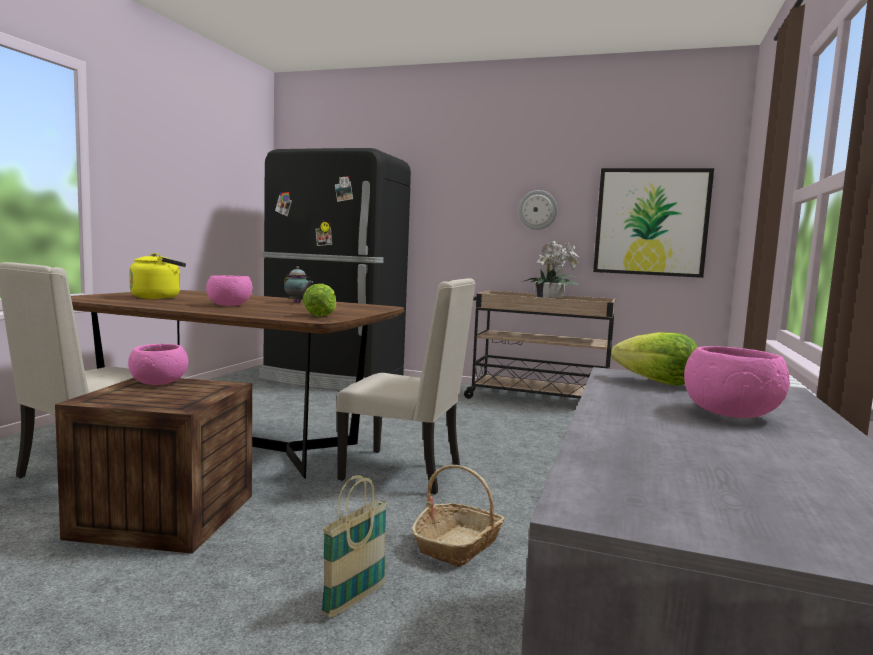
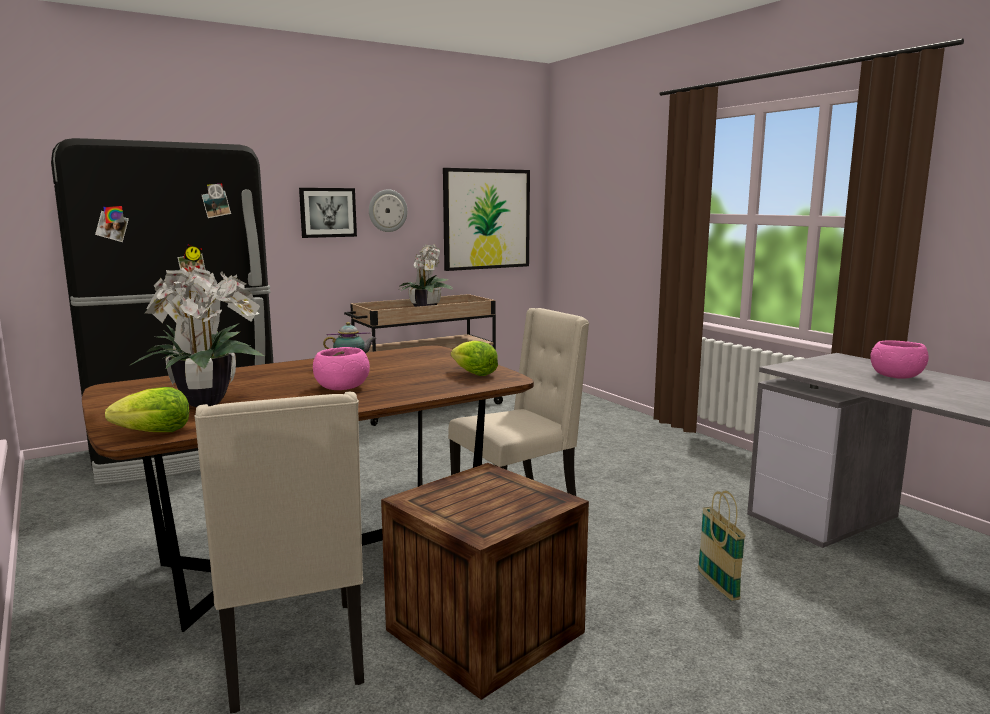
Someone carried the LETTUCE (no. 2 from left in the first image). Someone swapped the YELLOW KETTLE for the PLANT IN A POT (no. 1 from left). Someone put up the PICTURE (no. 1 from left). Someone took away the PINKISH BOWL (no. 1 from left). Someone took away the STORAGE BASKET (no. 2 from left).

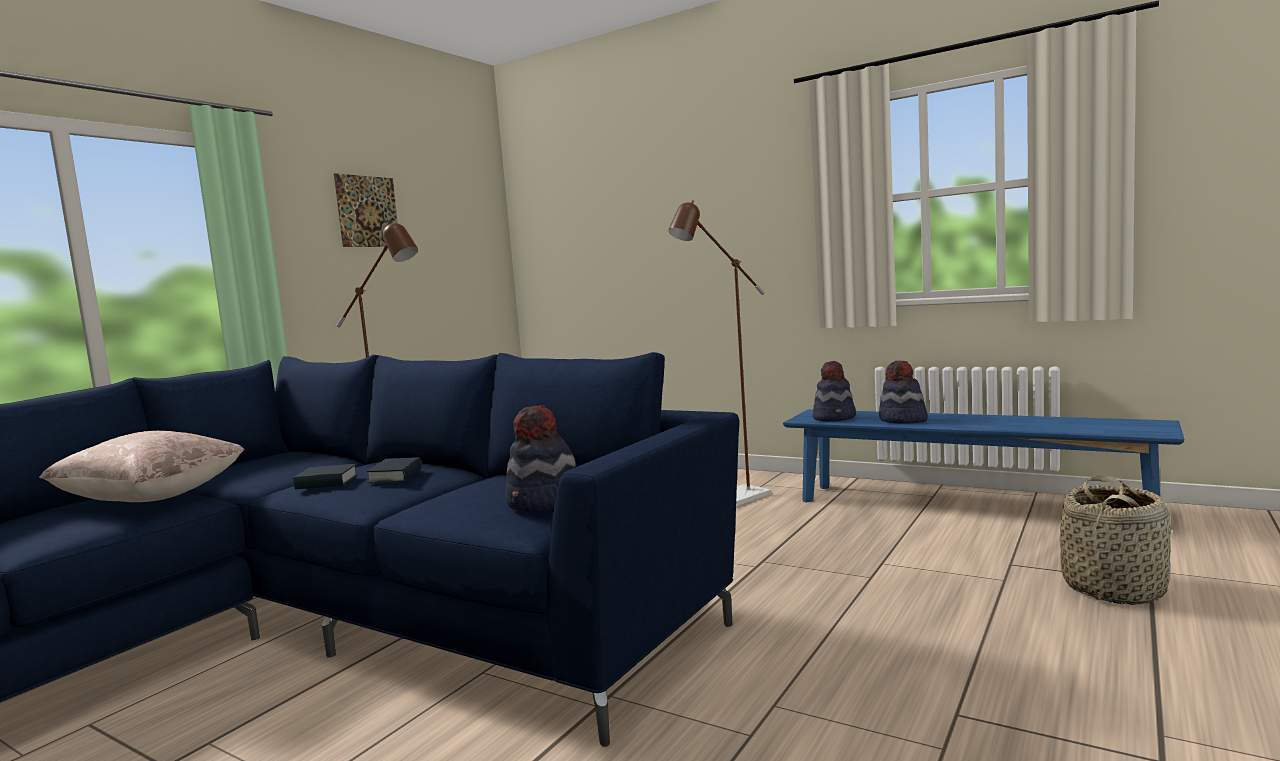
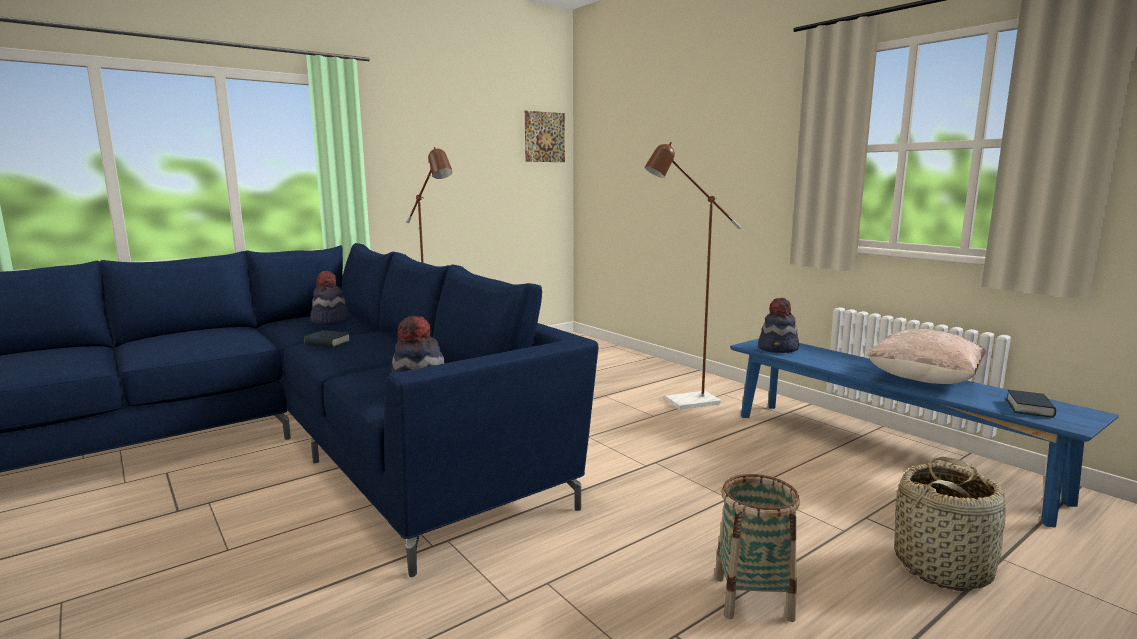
Someone carried the WEARABLE HAT (no. 3 from left in the first image). Someone carried the PICTURE. Someone put down the STORAGE BASKET (no. 1 from left). Someone carried the BEIGE THROW PILLOW. Someone carried the VOLUME (no. 2 from left).

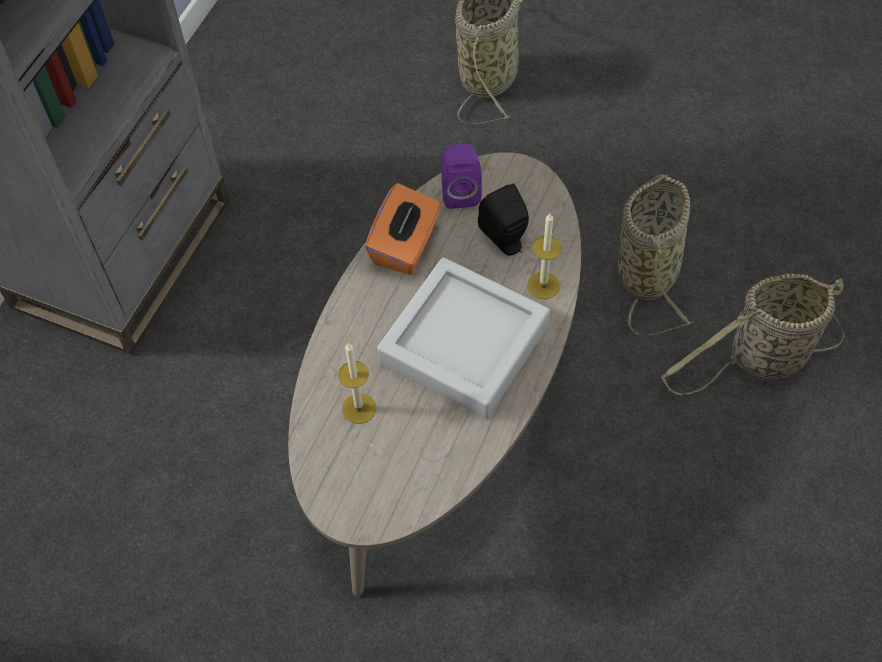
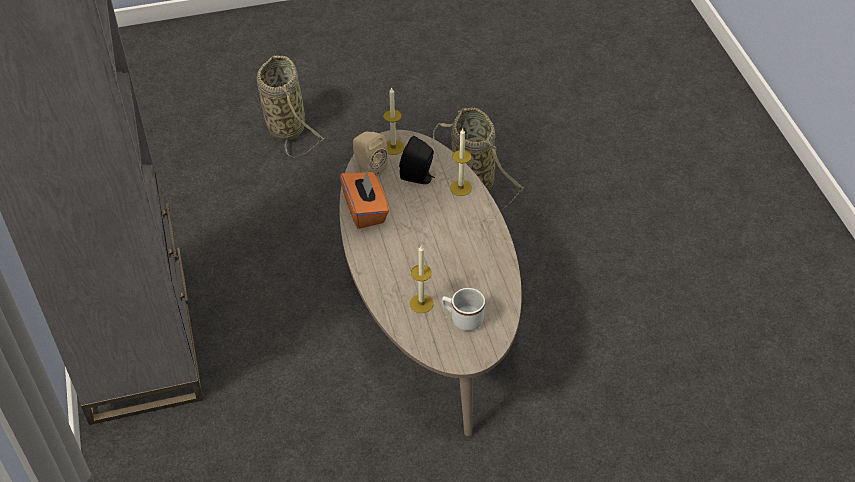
Someone repainted the PURPLISH LOUDSPEAKER, which became the BEIGE LOUDSPEAKER. Someone put down the WAX LIGHT (no. 1 from left). Someone put down the WHITE TEA MUG. Someone took away the GREY TRAY. Someone took away the STORAGE BASKET (no. 3 from left).

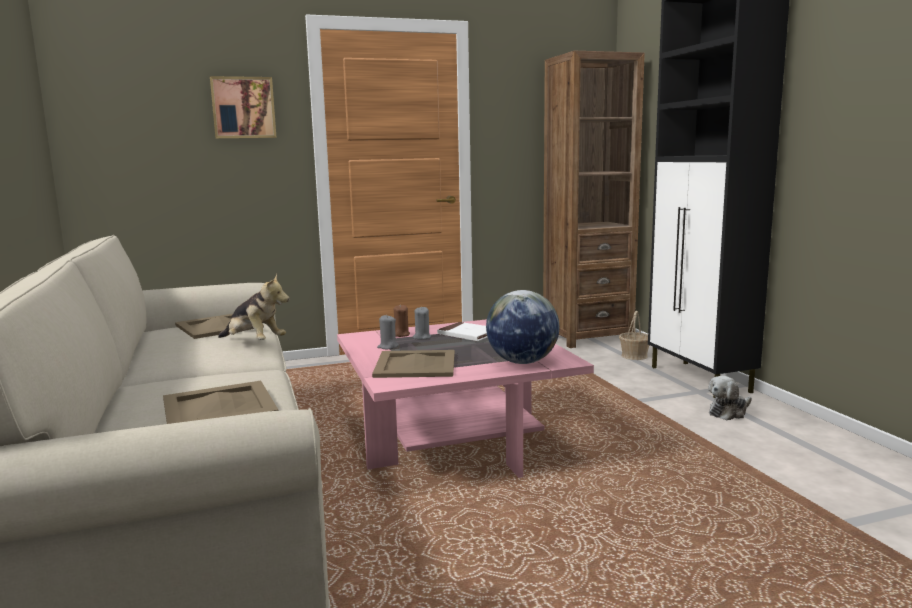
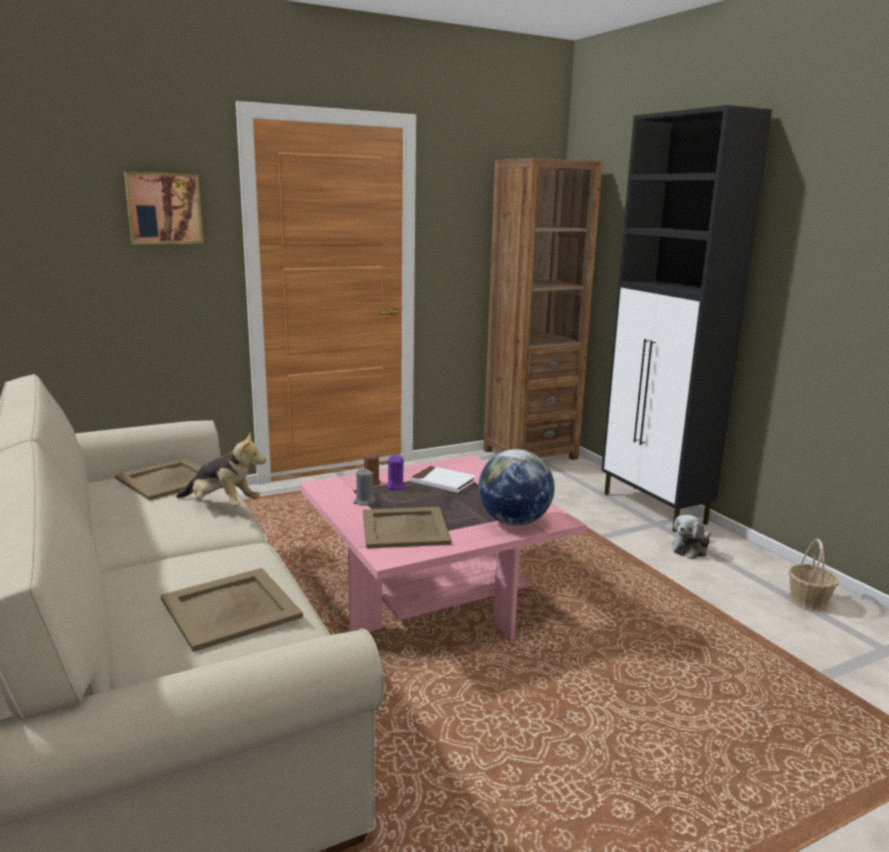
Someone repainted the GREY WAX LIGHT (no. 2 from left), which became the PURPLISH WAX LIGHT. Someone carried the STORAGE BASKET.

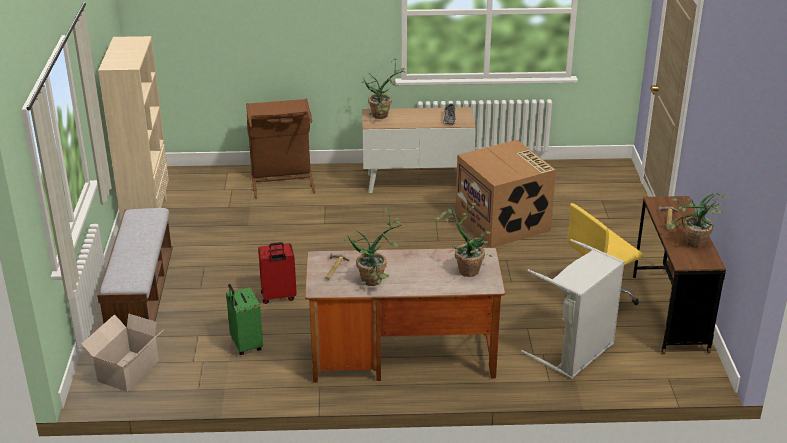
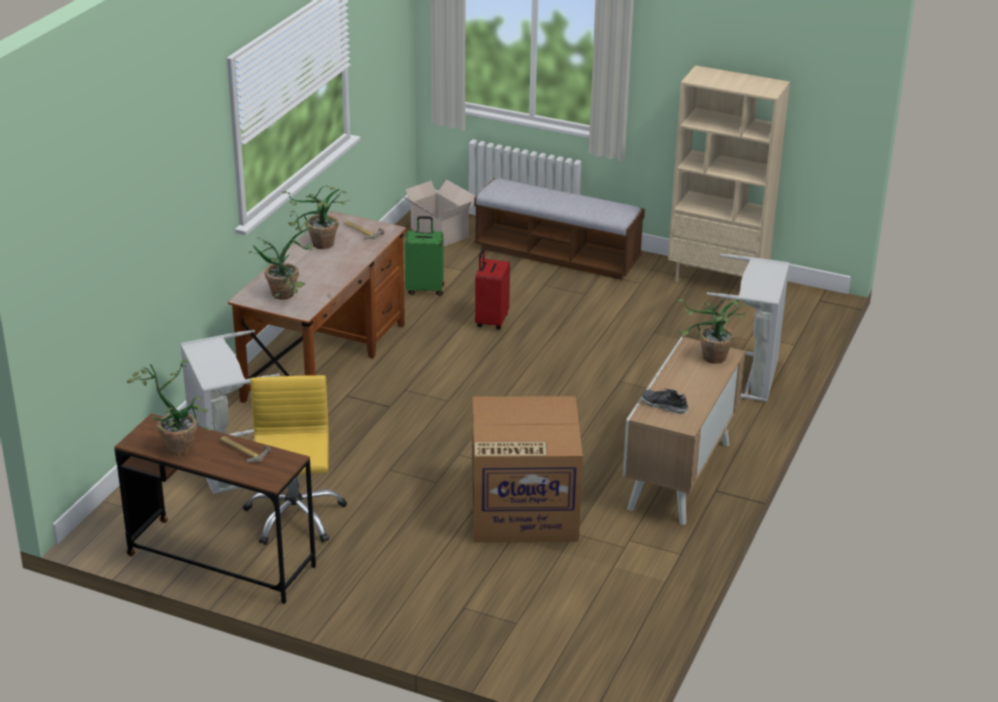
Someone repainted the BROWN WASHING BASKET, which became the GREY WASHING BASKET (no. 2 from left).

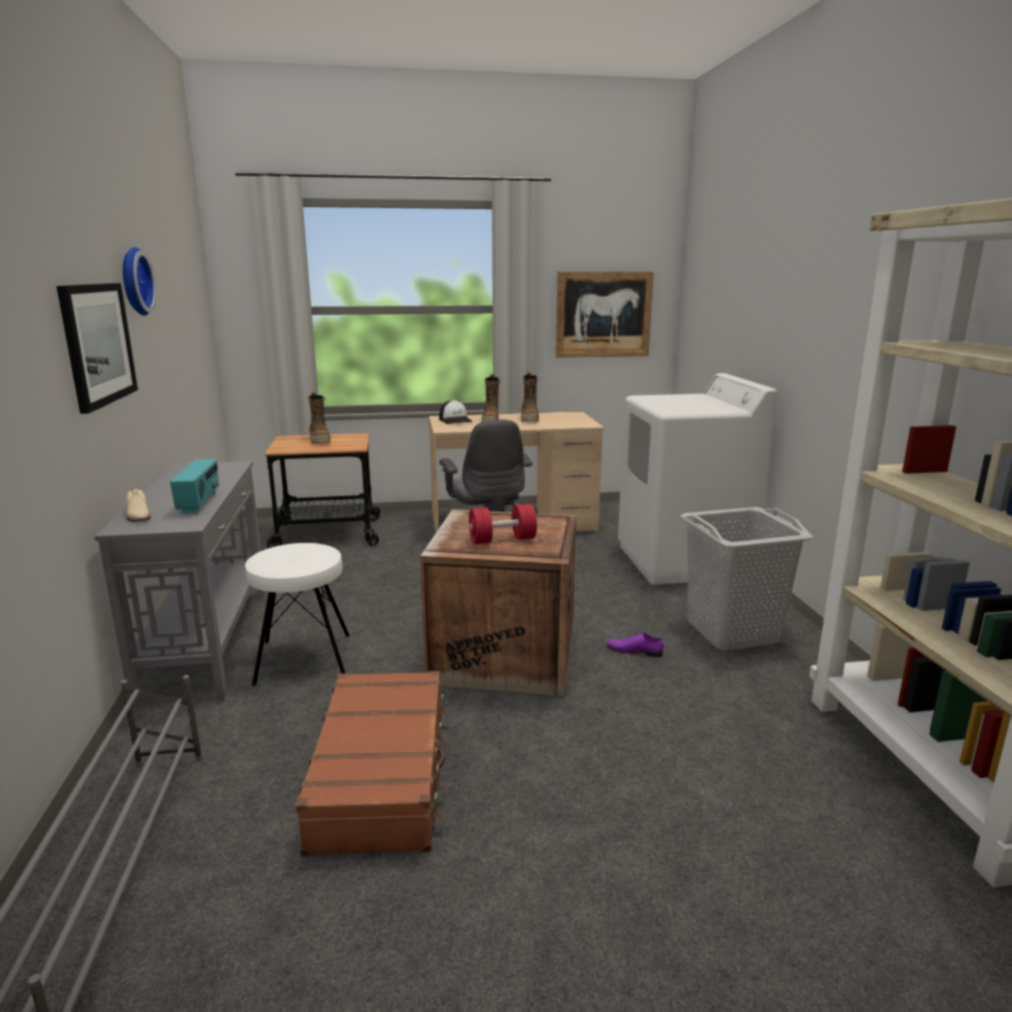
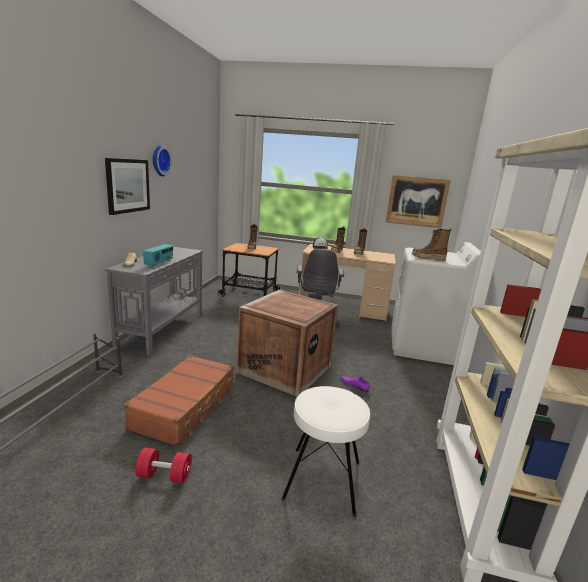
Someone carried the RED-COLOURED HAND WEIGHT. Someone carried the WHITE SITTING STOOL. Someone put down the BOOT (no. 4 from left). Someone took away the GREY WASHING BASKET.

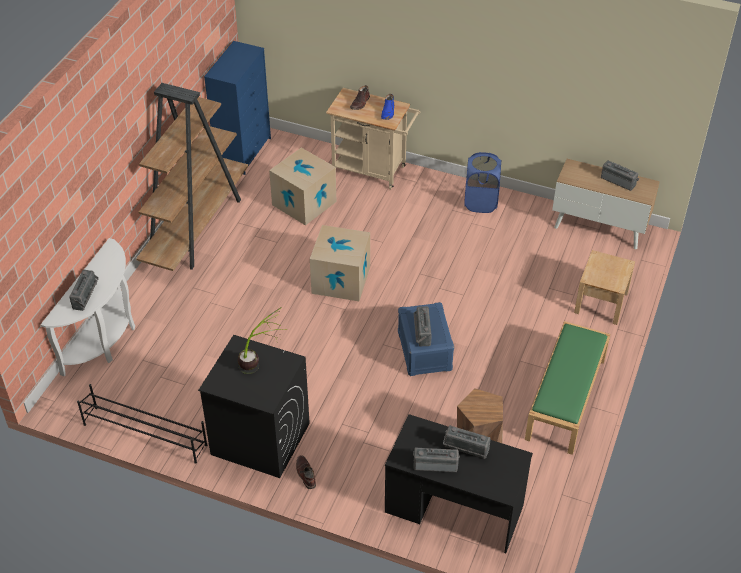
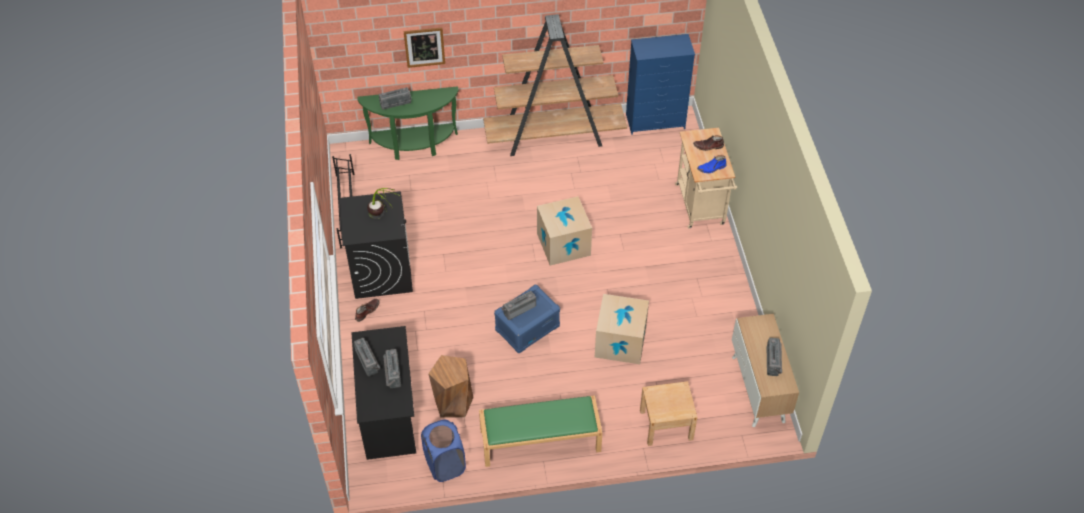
Someone repainted the WHITE CONSOLE TABLE, which became the GREEN CONSOLE TABLE. Someone put up the PICTURE. Someone carried the BLUE WASHING BASKET. Someone carried the PACKING BOX (no. 1 from left in the first image).

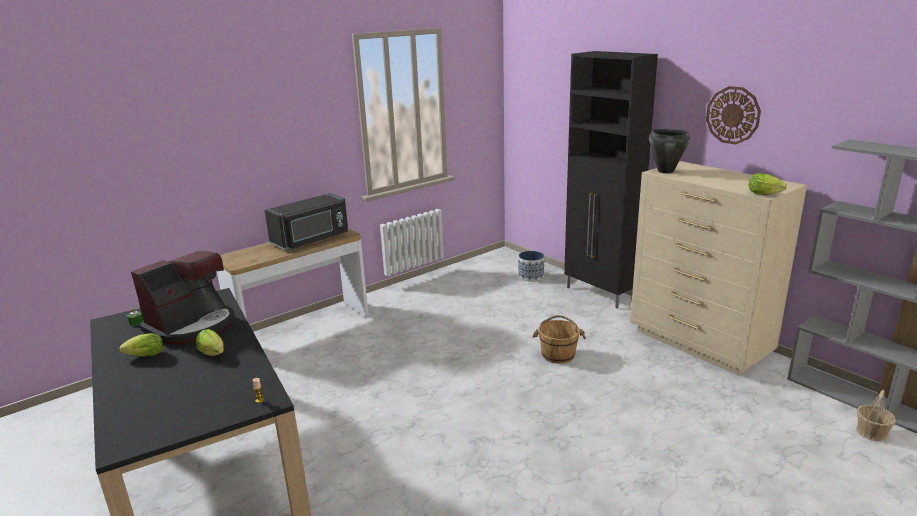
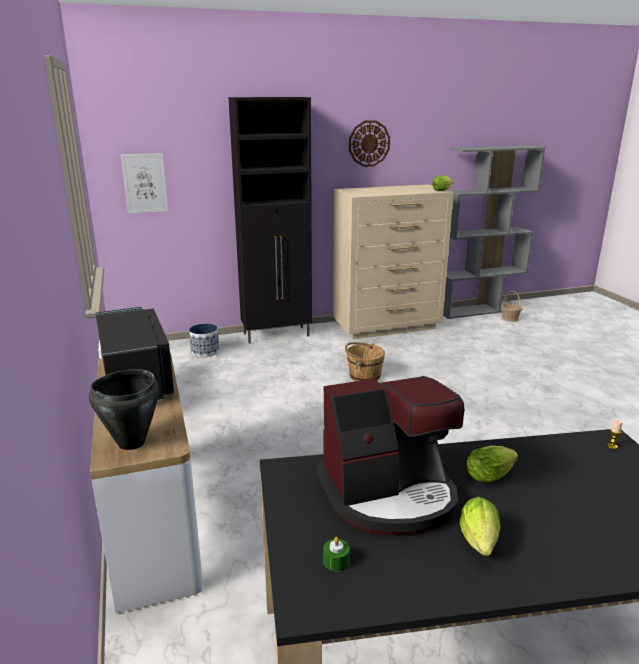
Someone carried the BLACK COOKING POT. Someone put up the PICTURE. Someone rotated the COFFEE BREWER by 105 degrees clockwise.

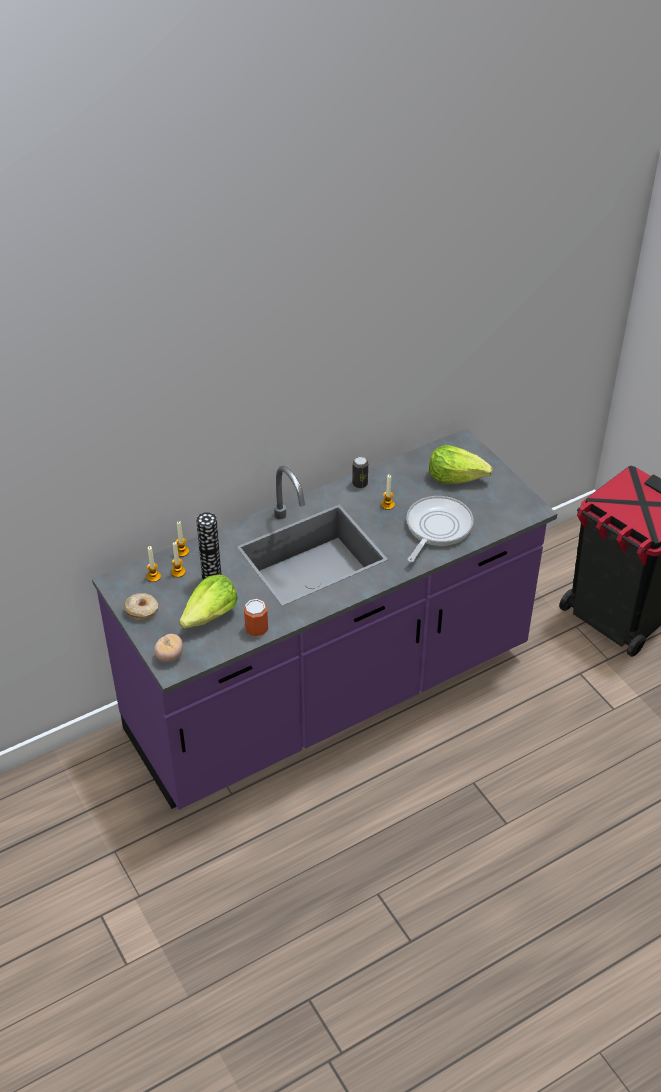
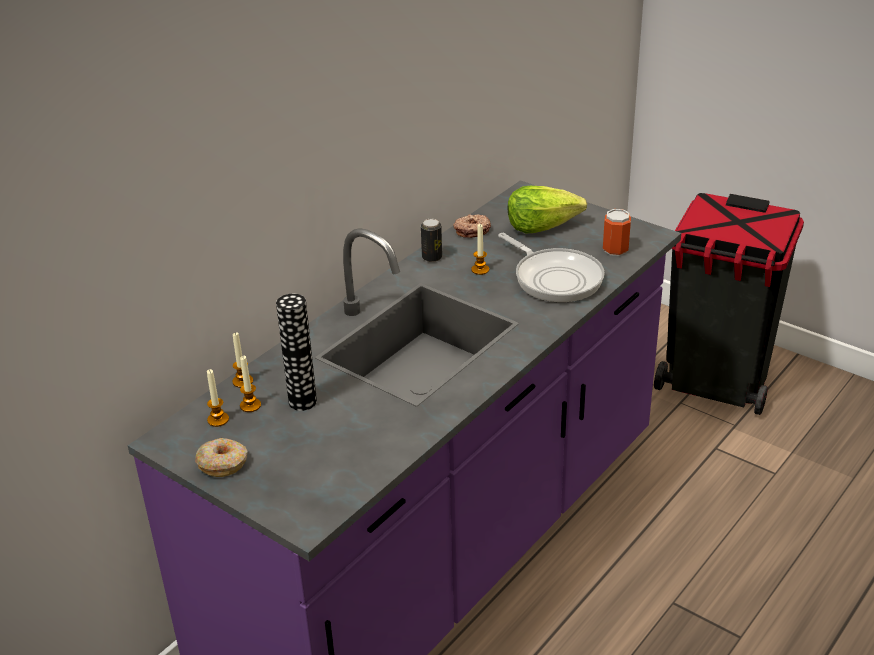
Someone put down the RING DOUGHNUT (no. 2 from left). Someone rotated the PAN by 135 degrees clockwise. Someone carried the METAL CAN (no. 1 from left in the first image). Someone took away the FRESH TOMATO. Someone took away the LETTUCE (no. 1 from left).

